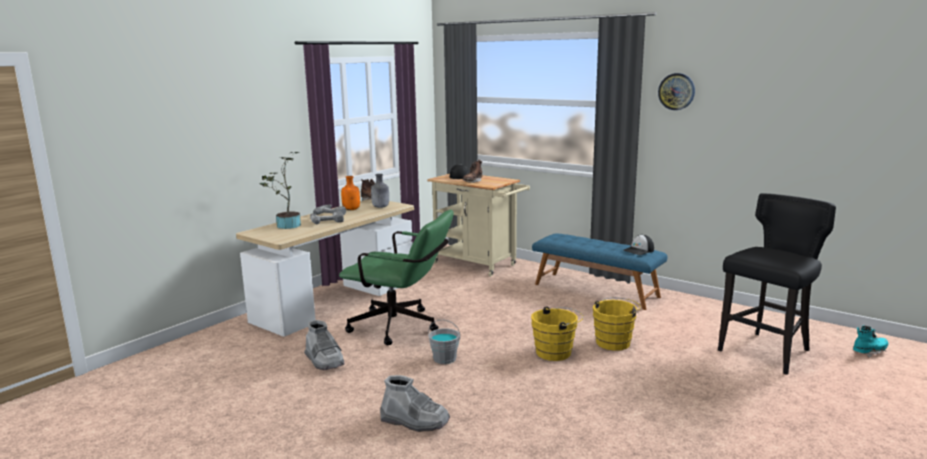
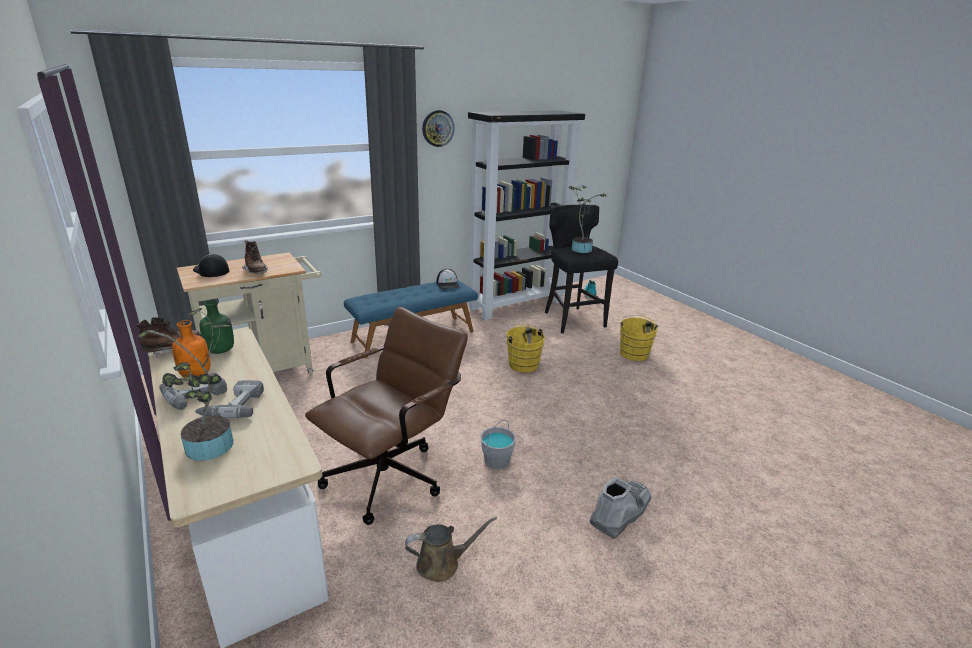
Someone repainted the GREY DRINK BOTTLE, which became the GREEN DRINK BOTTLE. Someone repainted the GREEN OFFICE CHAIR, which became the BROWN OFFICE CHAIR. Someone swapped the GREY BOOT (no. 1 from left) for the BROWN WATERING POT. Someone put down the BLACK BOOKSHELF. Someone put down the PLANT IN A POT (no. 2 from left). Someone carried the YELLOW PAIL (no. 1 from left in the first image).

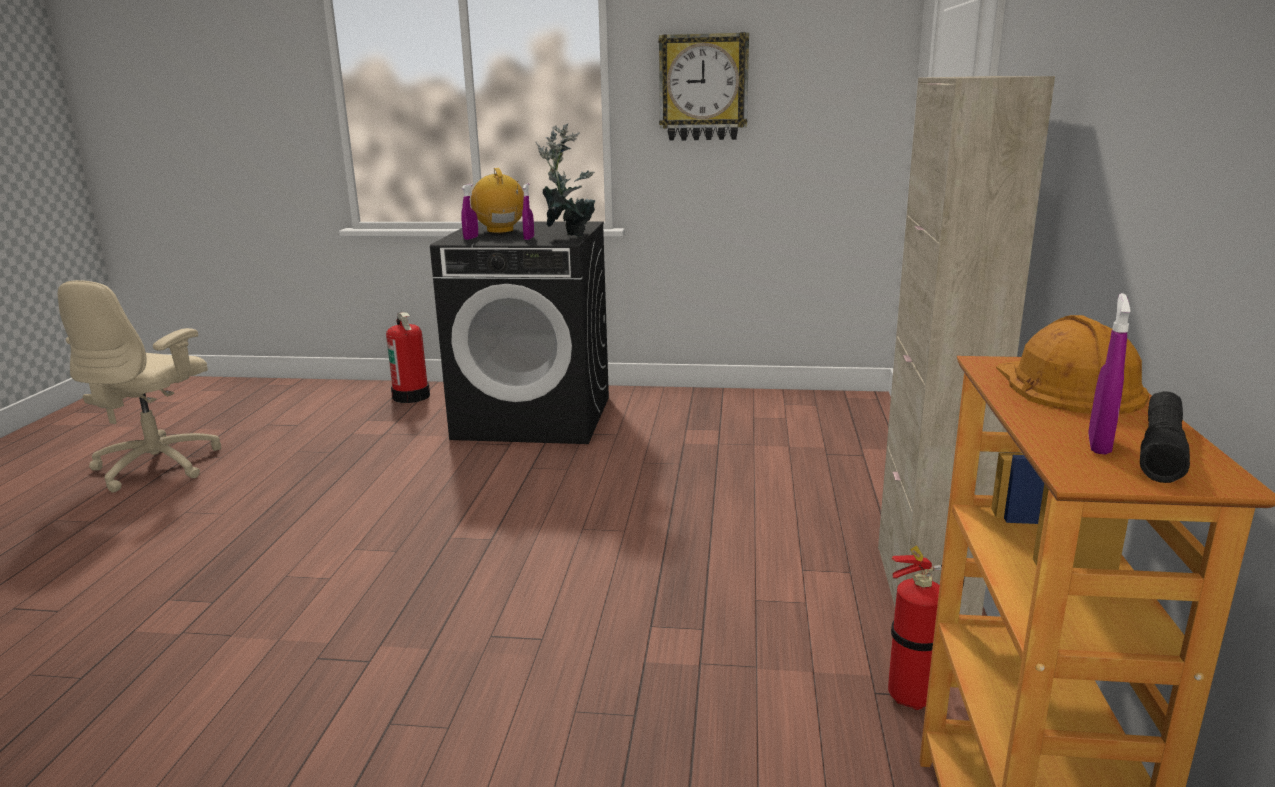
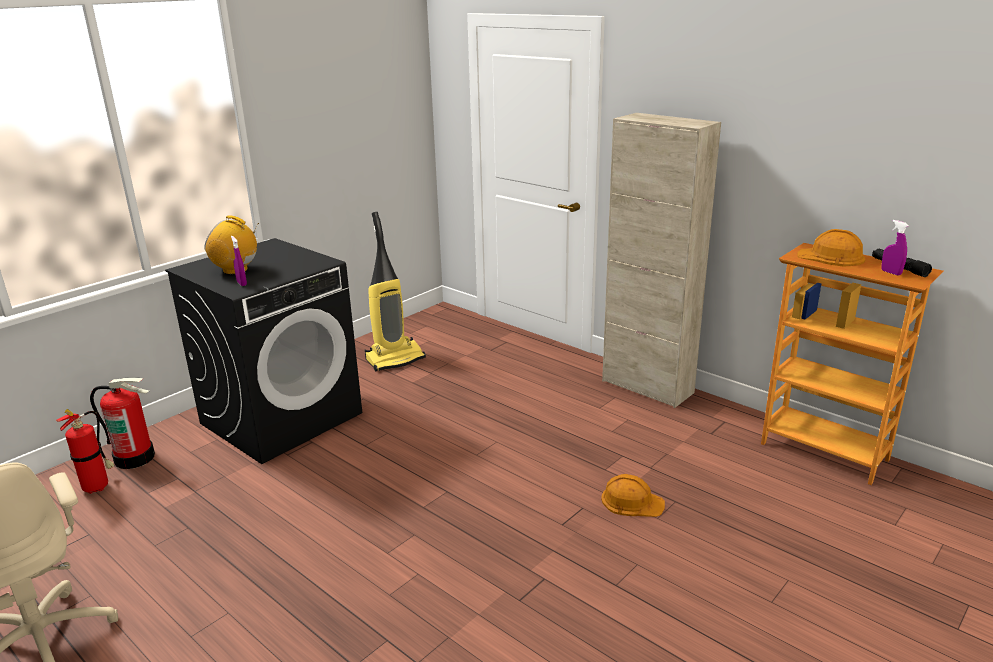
Someone carried the FIRE-FIGHTING CYLINDER (no. 2 from left in the first image). Someone put down the HOOVER. Someone put down the ORANGEY WORK HELMET (no. 1 from left). Someone took away the PURPLISH SPRAYER (no. 2 from left). Someone took away the PLANT IN A POT. Someone took away the HANGING CLOCK.

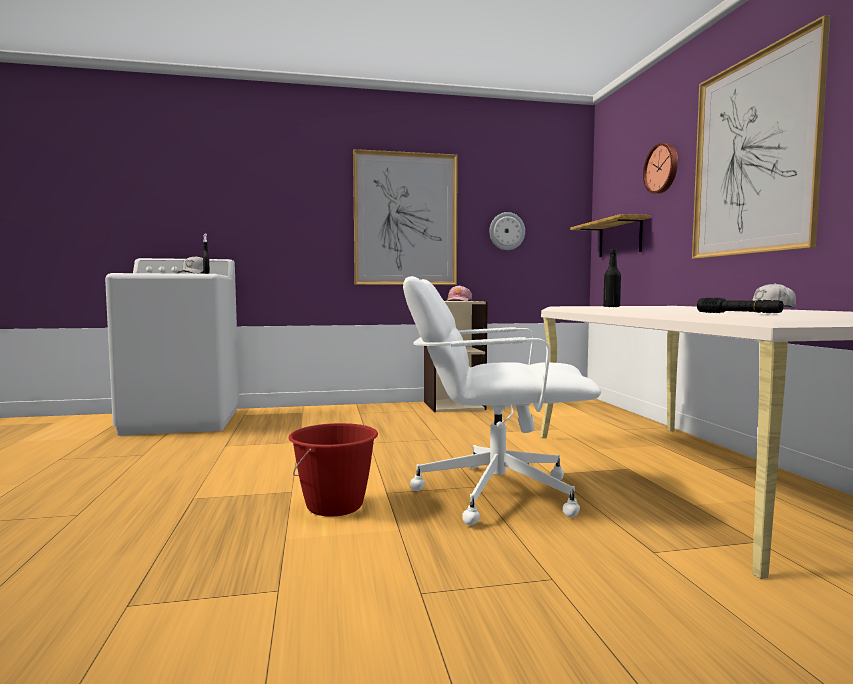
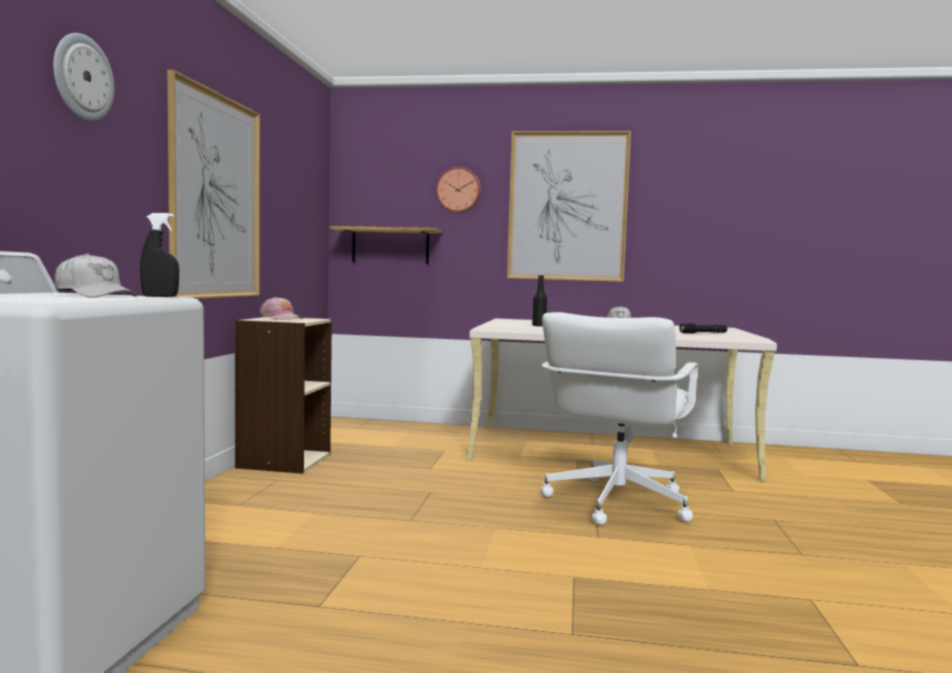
Someone carried the HANGING CLOCK (no. 1 from left). Someone took away the RED-COLOURED PAIL.

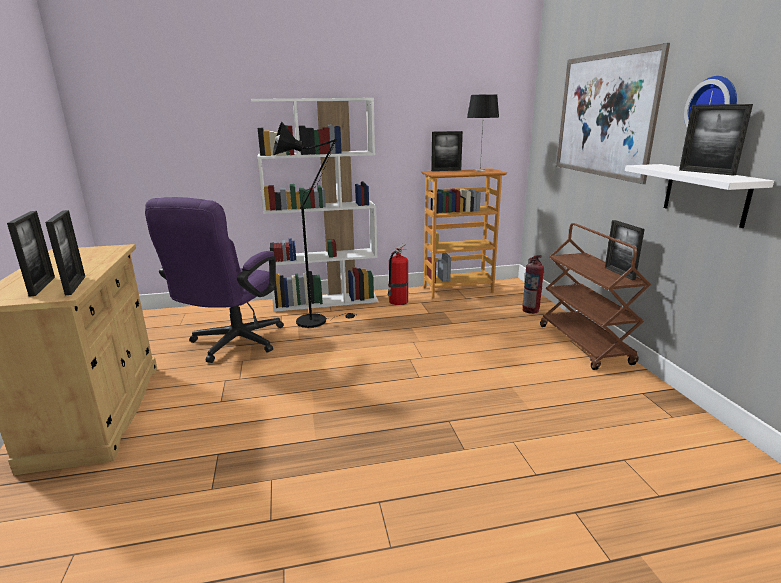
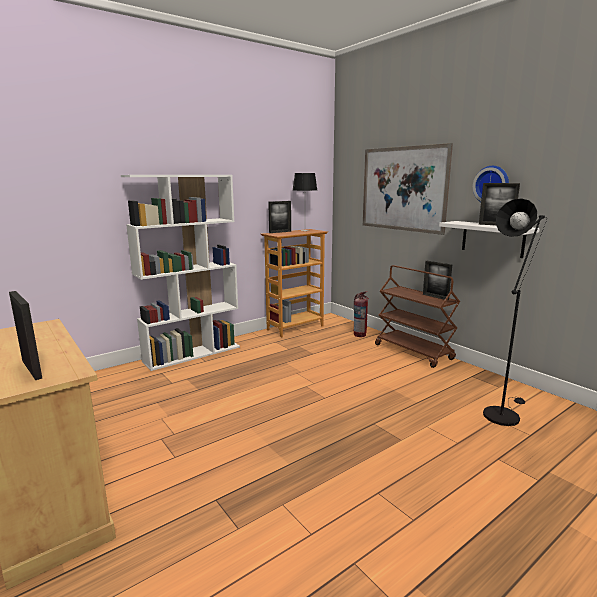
Someone carried the BLACK FLOOR LAMP. Someone took away the PICTURE FRAME (no. 2 from left). Someone took away the PURPLISH OFFICE CHAIR. Someone took away the FIRE-FIGHTING CYLINDER (no. 1 from left).

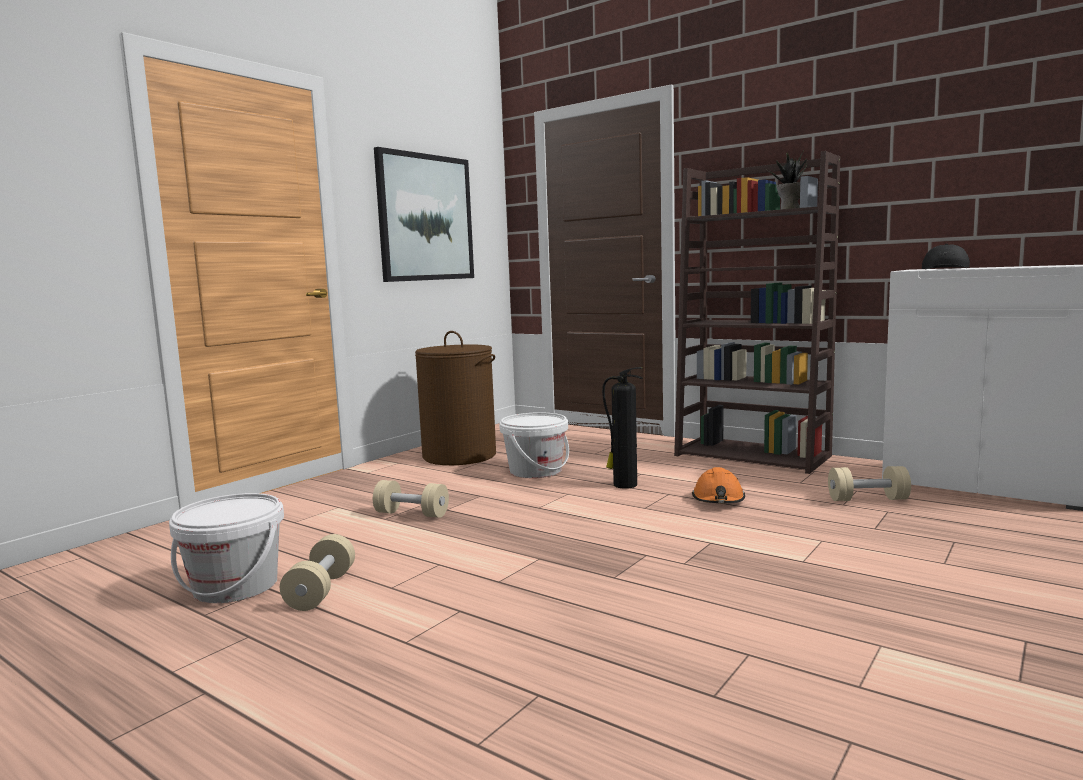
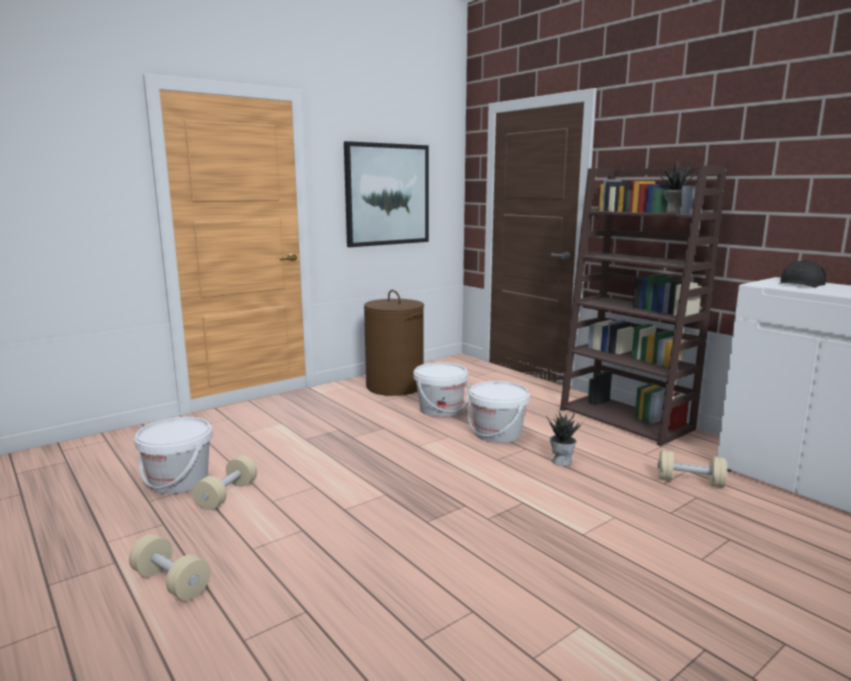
Someone carried the BEIGE HAND WEIGHT (no. 2 from left in the first image). Someone swapped the FIRE-FIGHTING CYLINDER for the WHITE PAIL (no. 3 from left). Someone swapped the ORANGEY WORK HELMET for the PLANT IN A POT (no. 1 from left).

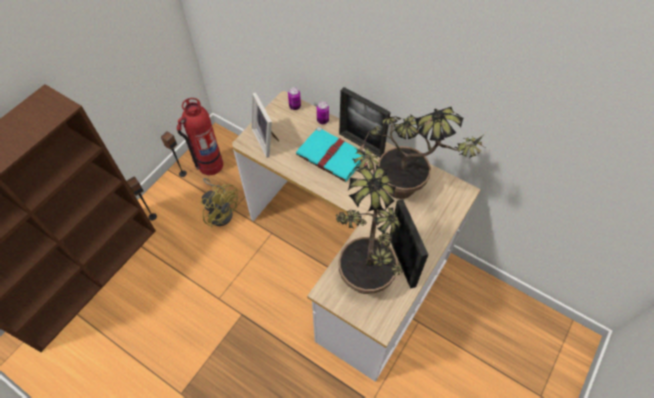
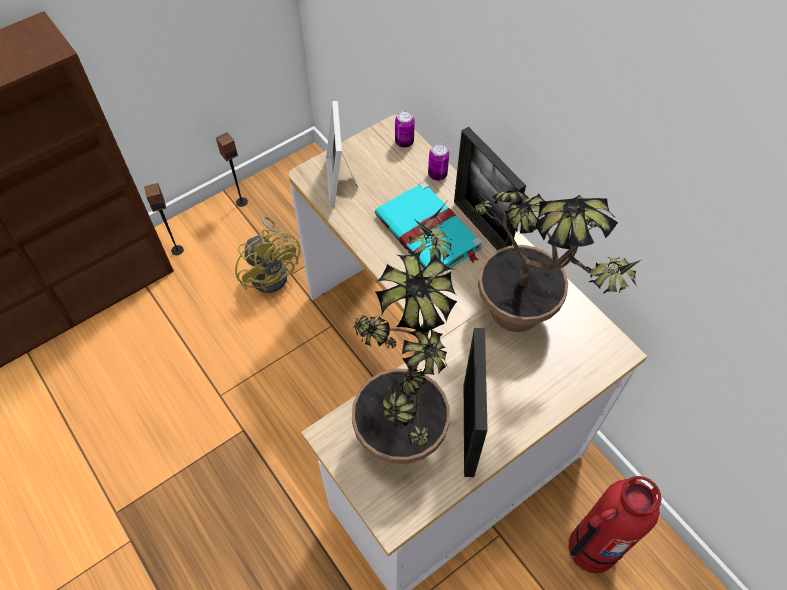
Someone carried the FIRE-FIGHTING CYLINDER.

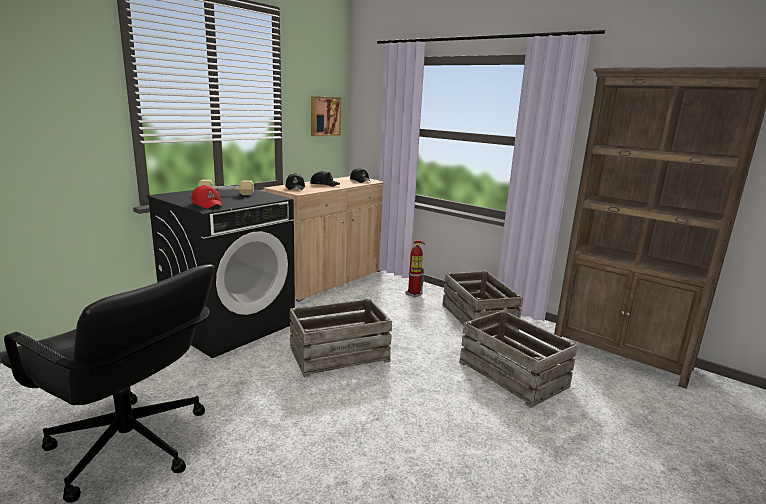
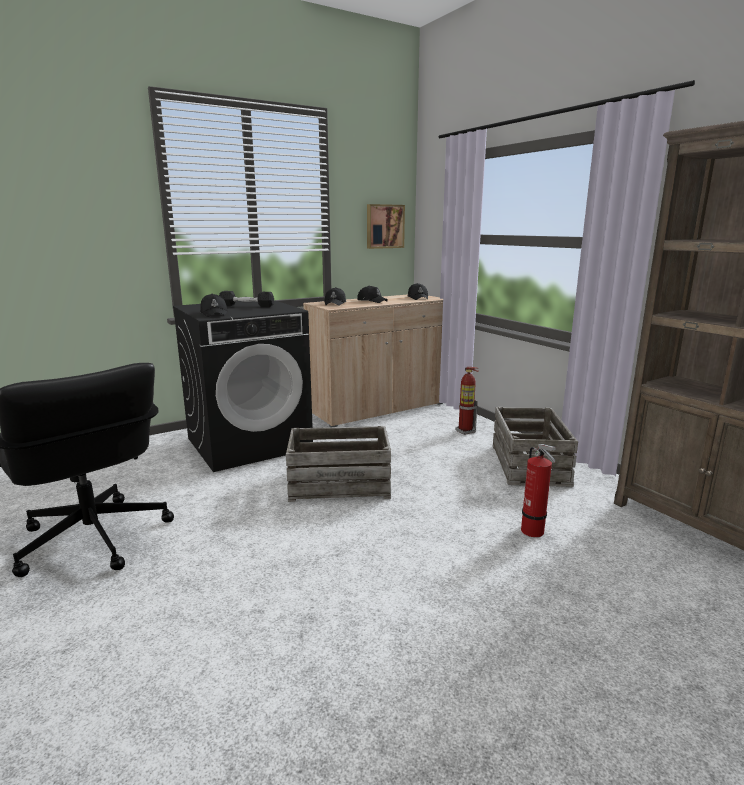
Someone repainted the RED-COLOURED BASEBALL CAP, which became the BLACK BASEBALL CAP (no. 1 from left). Someone repainted the BEIGE HAND WEIGHT, which became the BLACK HAND WEIGHT. Someone swapped the PACKING CRATE (no. 3 from left) for the FIRE-FIGHTING CYLINDER (no. 2 from left).

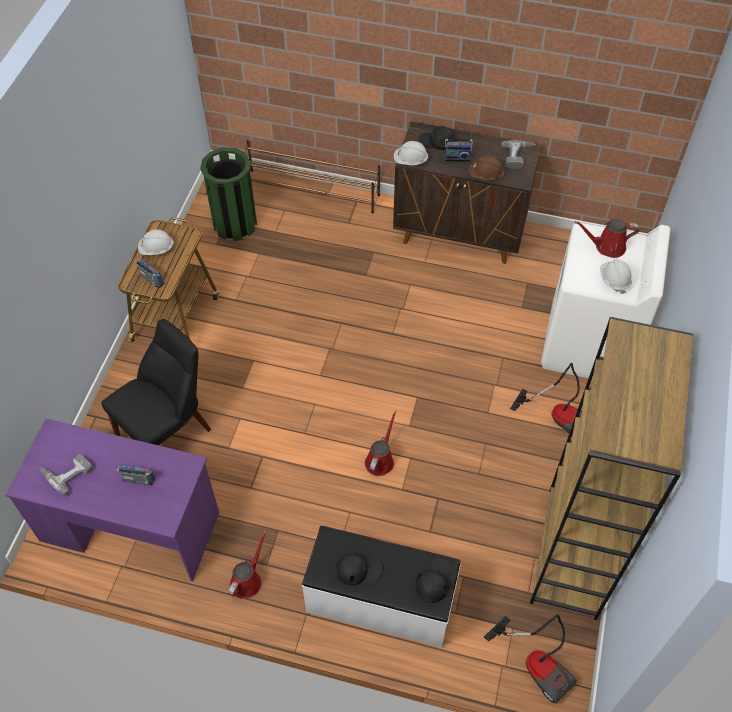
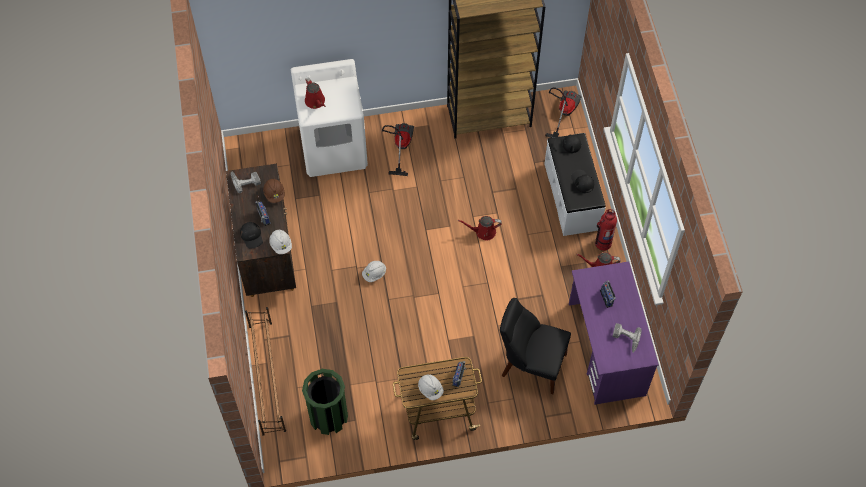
Someone carried the WHITE WORK HELMET (no. 3 from left in the first image). Someone put down the FIRE-FIGHTING CYLINDER.

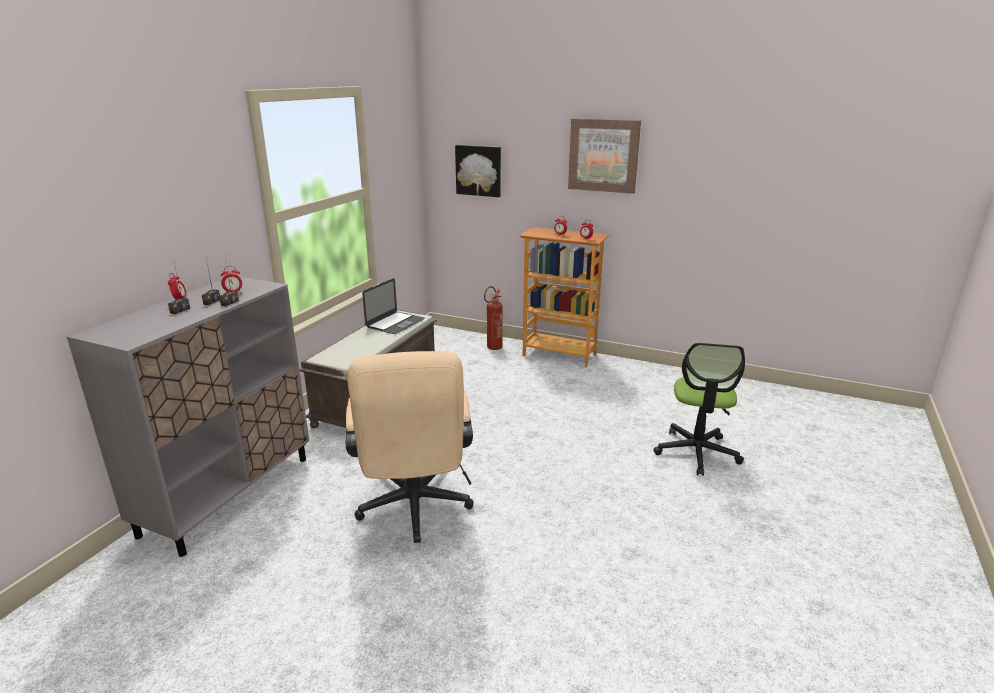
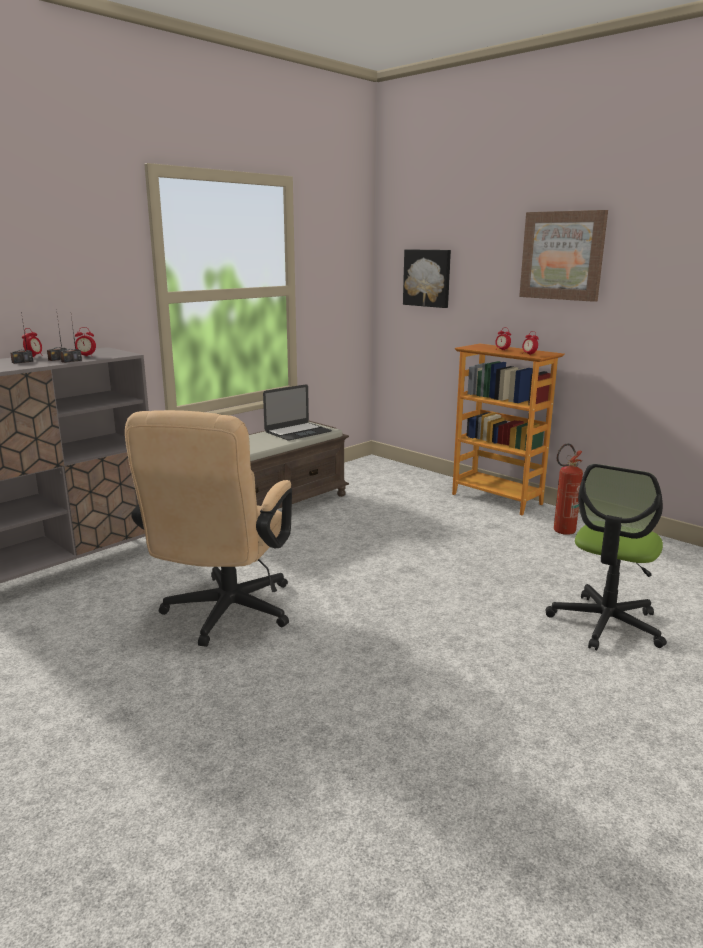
Someone carried the FIRE-FIGHTING CYLINDER.

